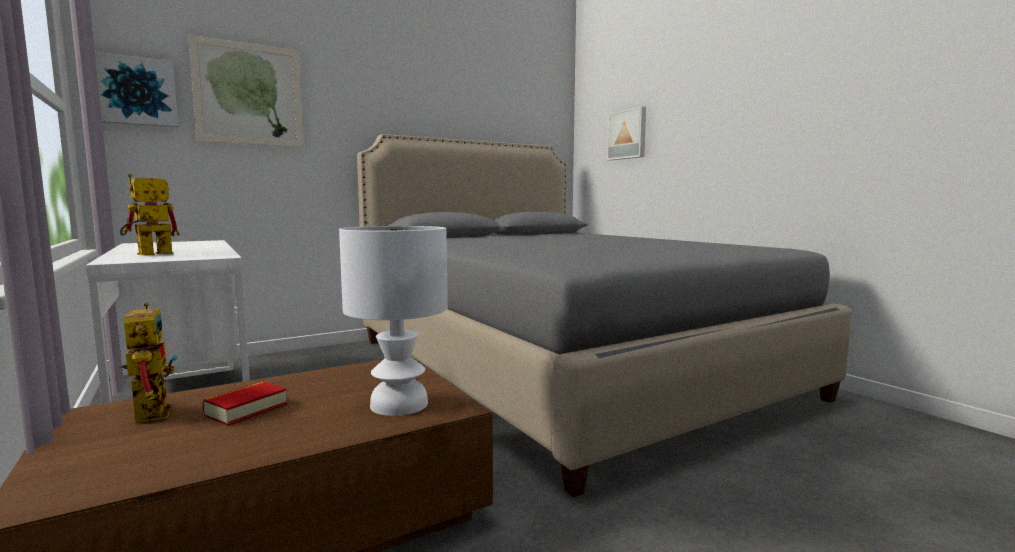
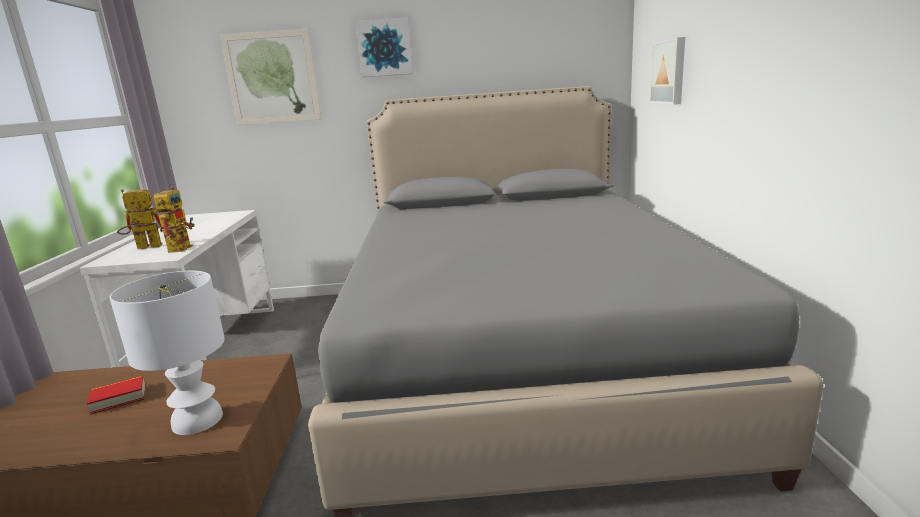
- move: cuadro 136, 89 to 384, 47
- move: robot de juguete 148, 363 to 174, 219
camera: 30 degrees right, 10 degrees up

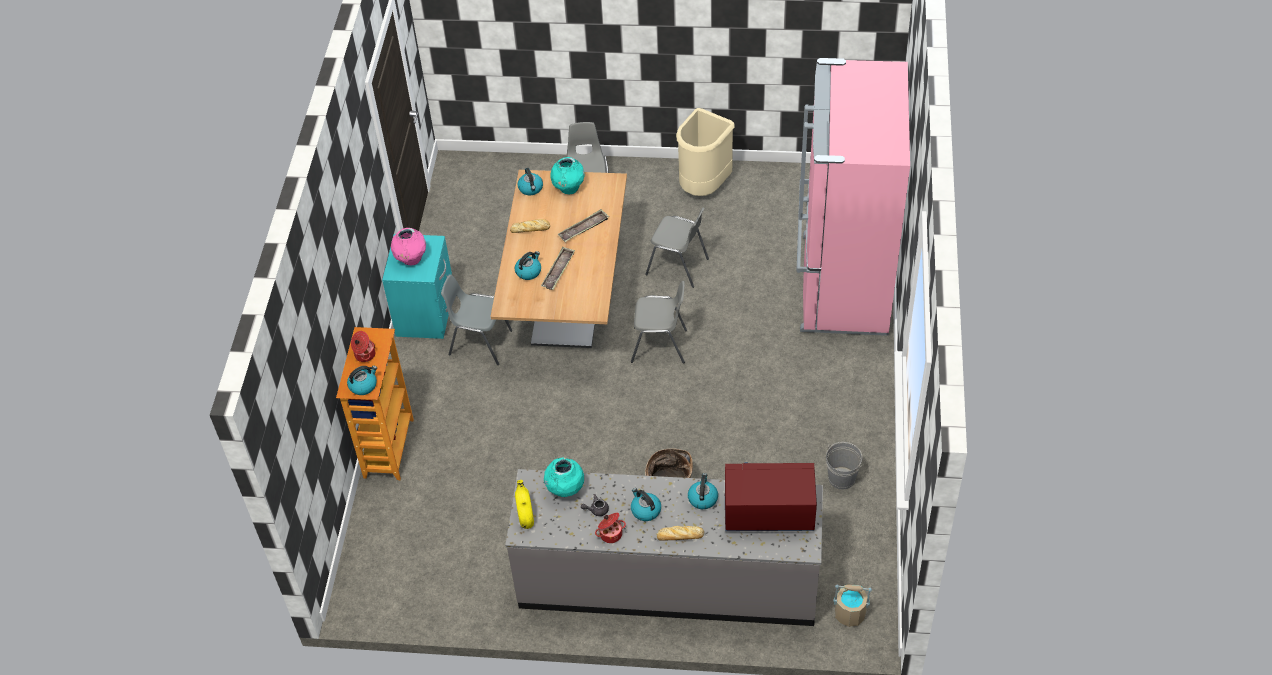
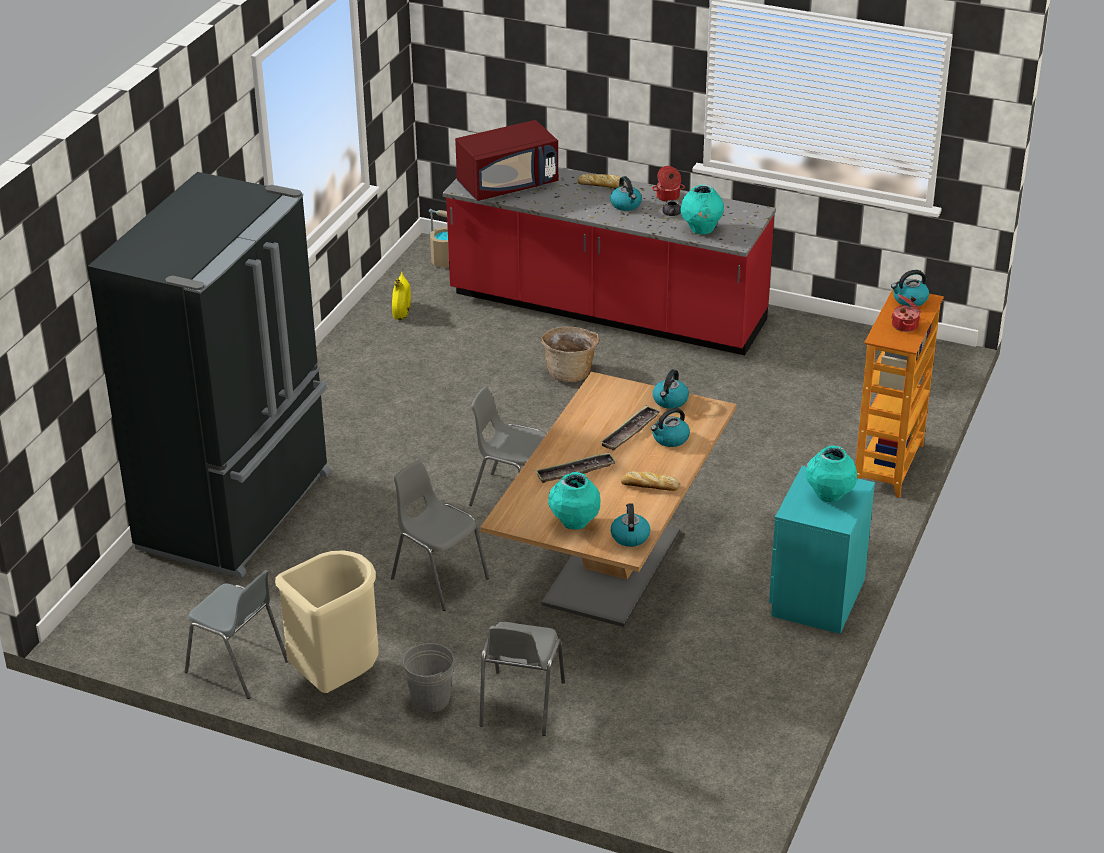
- move: silla [gris] 476, 319 to 237, 634
- move: florero [amarillo] 524, 504 to 401, 296
- move: hervidor 703, 491 to 671, 389
- move: cubo [gris] 844, 465 to 428, 677
- recolor: florero [rosa] 408, 246 to florero [turquesa] 831, 473
- recolor: mueble bajo de cocina [gris] 664, 547 to mueble bajo de cocina [rojo] 609, 261
- recolor: nevera [rosa] 853, 197 to nevera [negro] 209, 375
- rotate: microondas [rojo] 771, 496 = 506, 160 45 degrees counterclockwise
camera: 165 degrees left, 15 degrees down

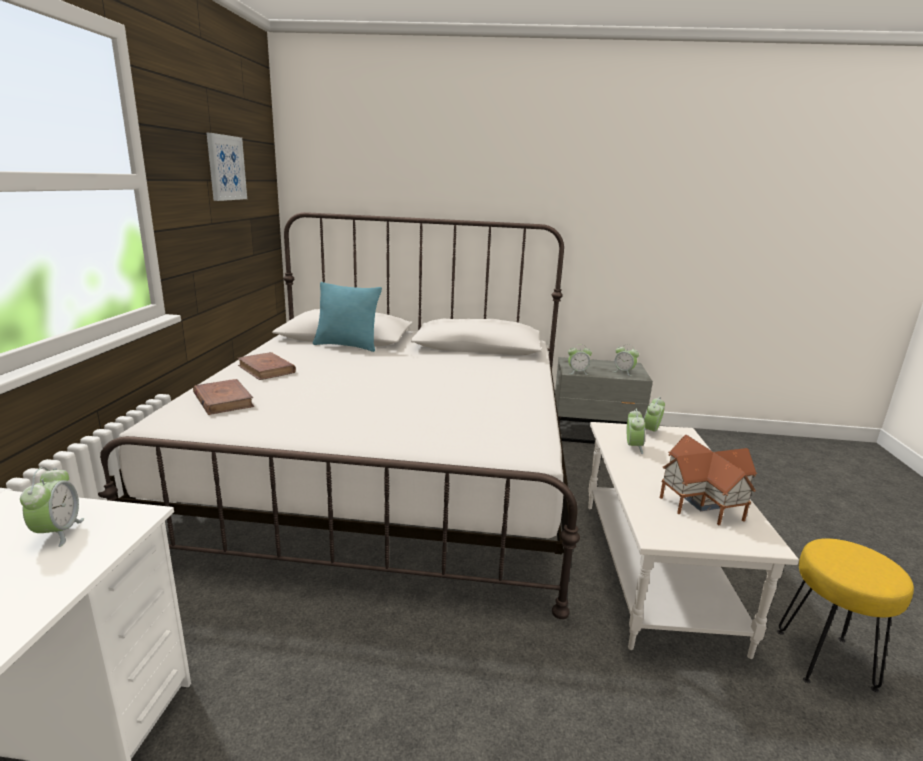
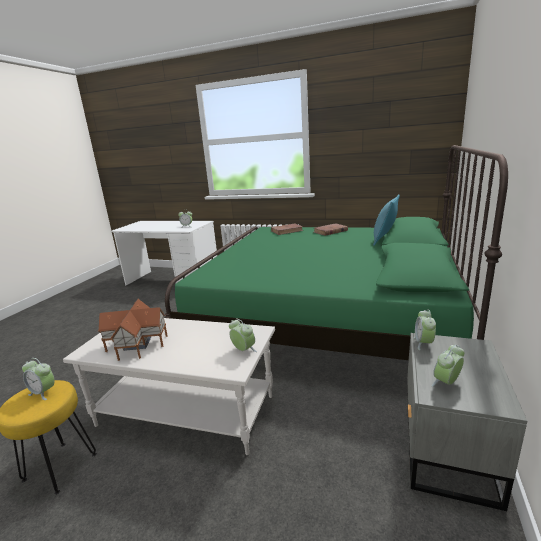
- delete: cuadro 227, 167
- move: despertador 636, 431 to 38, 379
- recolor: cama [blanco] 339, 415 to cama [verde] 336, 252
camera: 105 degrees right, 0 degrees up

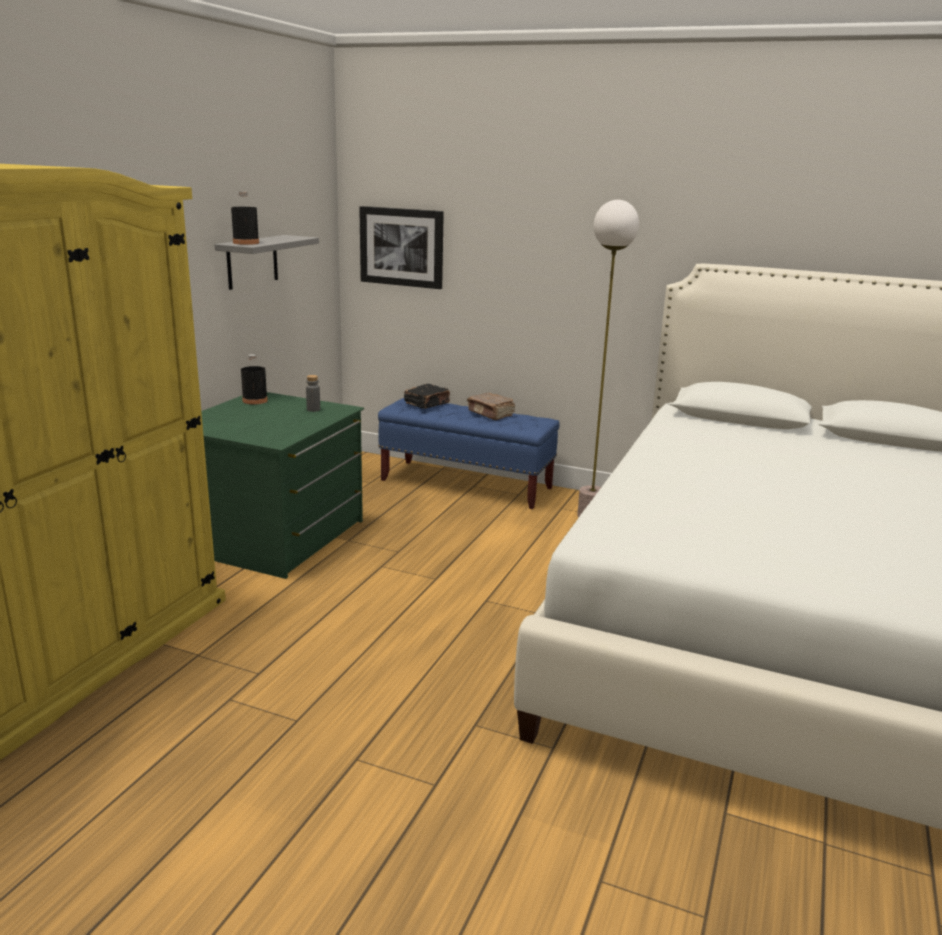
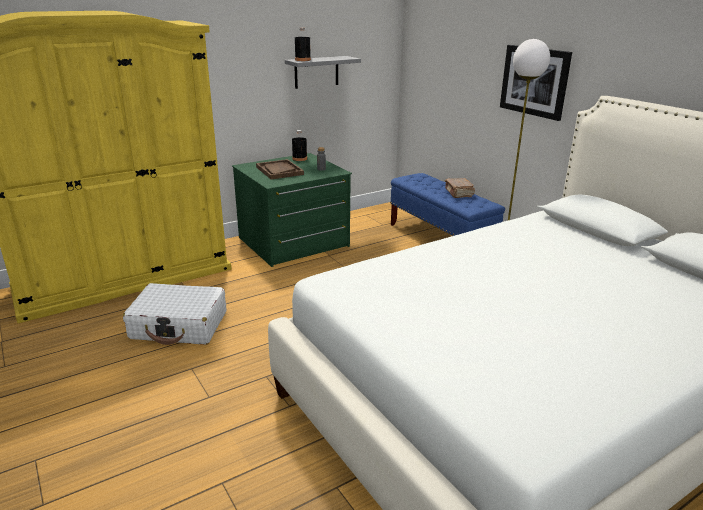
- delete: libro [negro] 427, 396
- insert: maleta [blanco] 174, 314
- insert: bandeja [marrón] 280, 169
- move: cuadro 401, 247 to 536, 83
camera: 35 degrees right, 5 degrees up

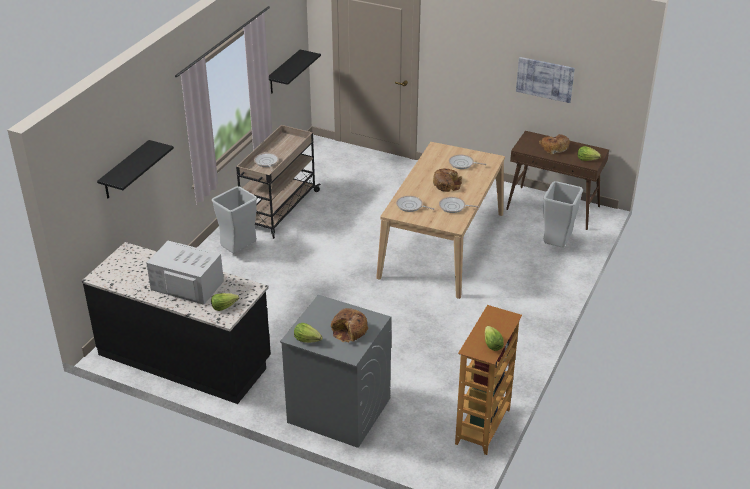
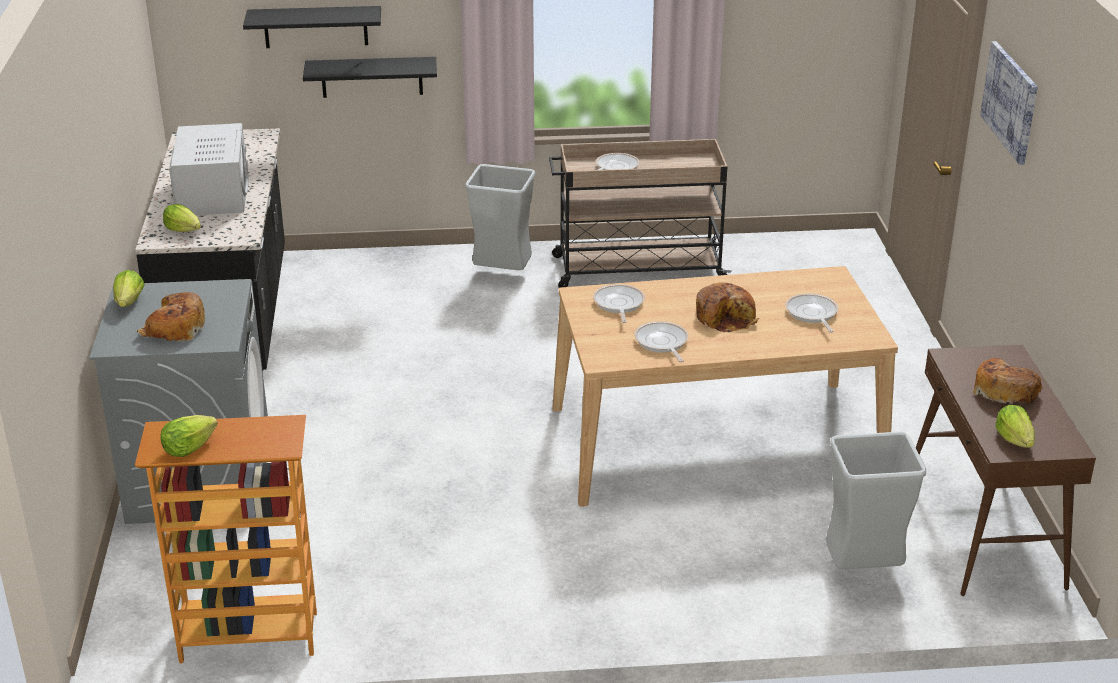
- move: estante [negro] 295, 72 to 370, 77
- move: cuadro 545, 80 to 1009, 103
camera: 60 degrees right, 5 degrees down

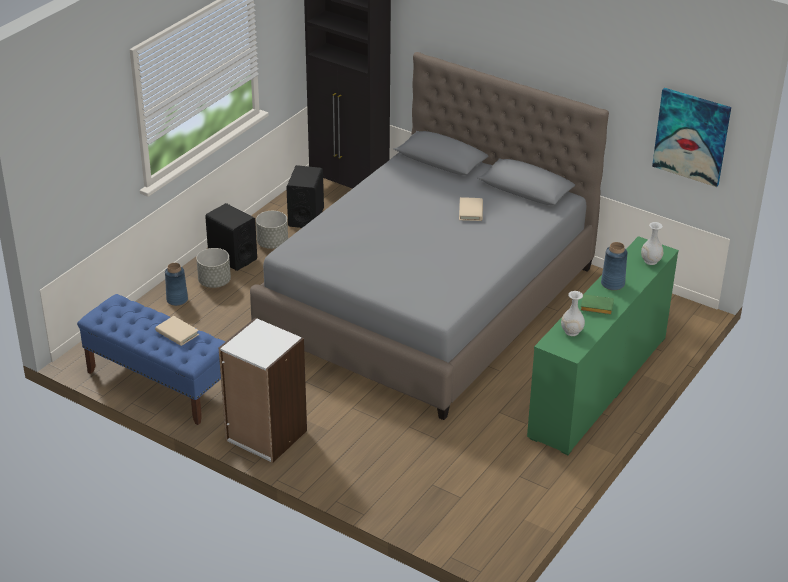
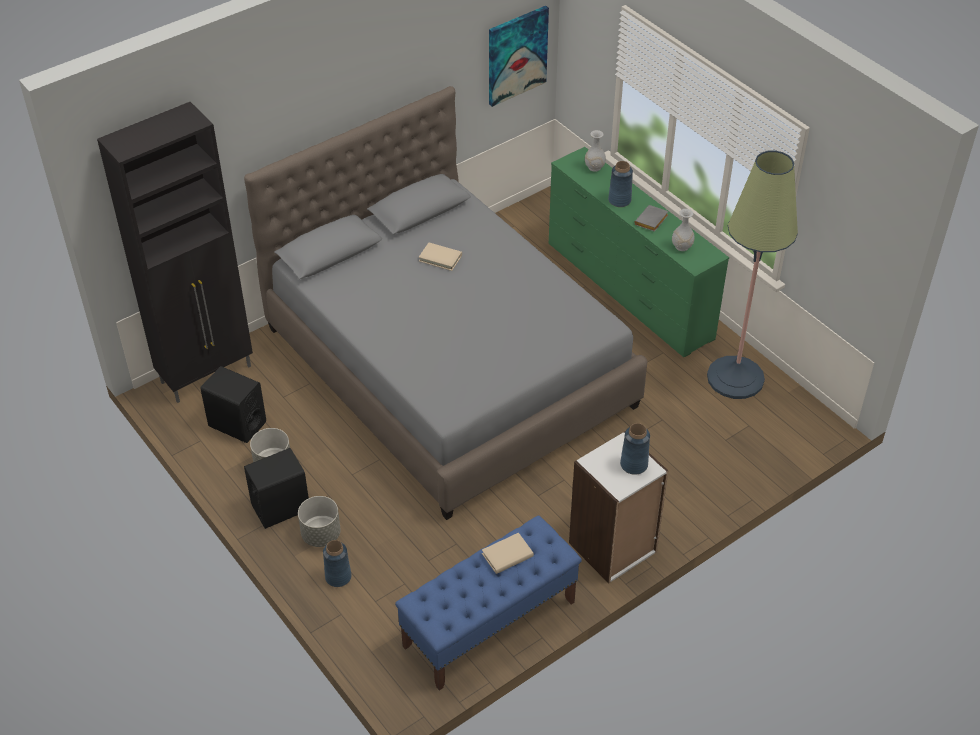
- insert: florero [azul] 635, 449
- insert: lámpara de pie 752, 275
- recolor: libro [verde] 597, 304 to libro [gris] 651, 218
camera: 70 degrees left, 10 degrees up

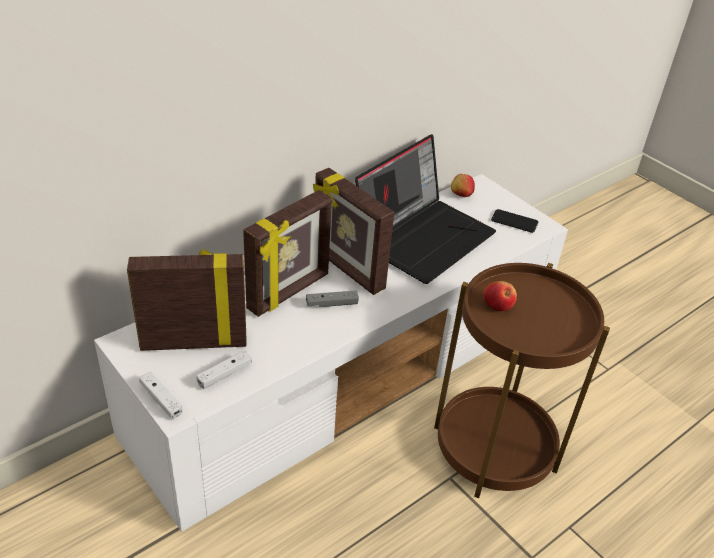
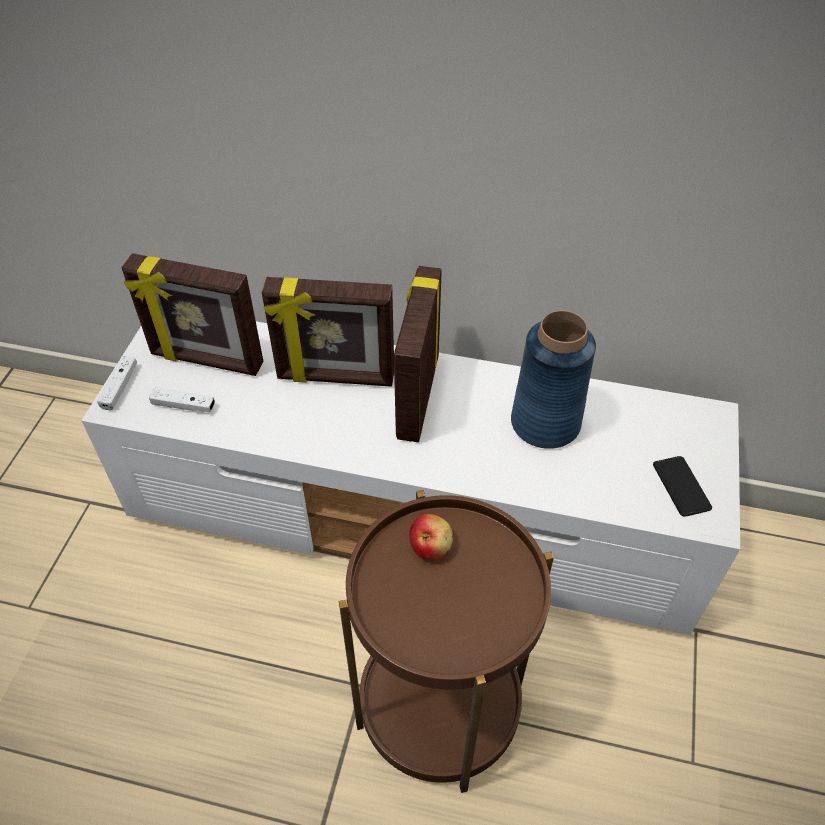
- delete: mando de consola [gris] 332, 298
- delete: manzana 463, 185
- replace: portátil 425, 209 to florero [azul] 553, 379
- rotate: portarretratos 187, 300 = 192, 314 150 degrees clockwise
camera: 55 degrees right, 10 degrees up

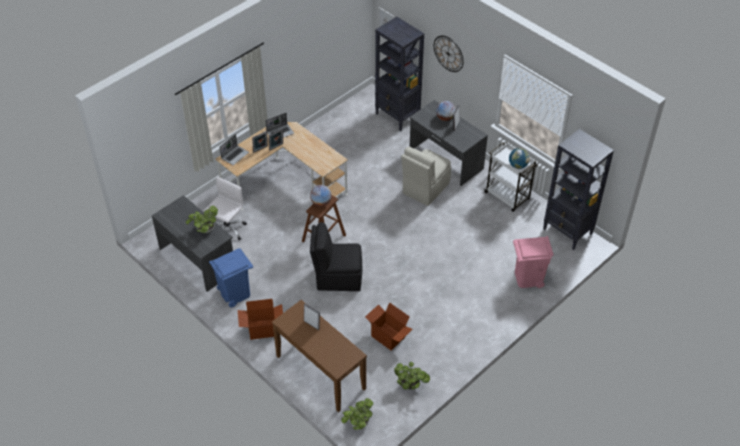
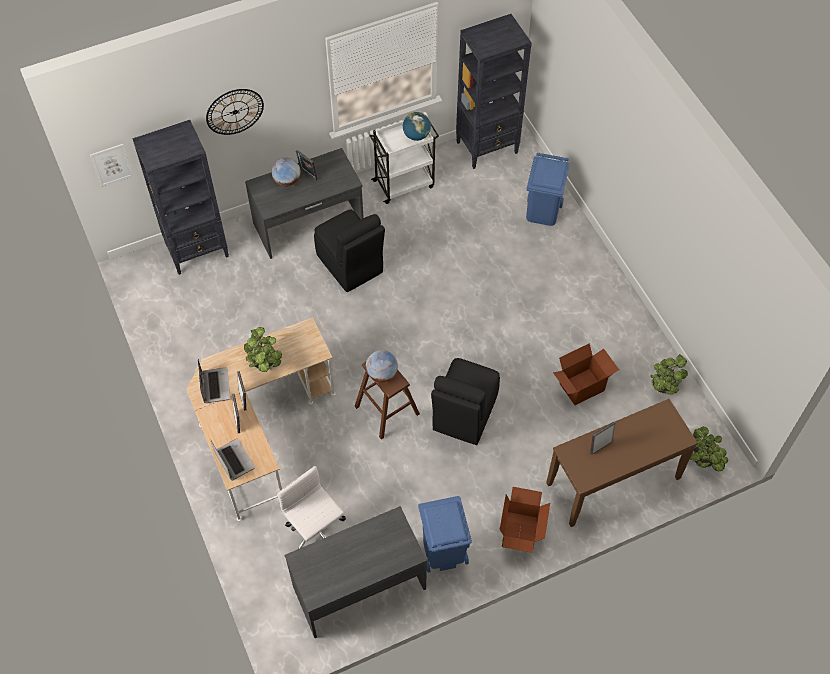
- move: planta en maceta 202, 219 to 263, 349
- recolor: silla [beis] 426, 176 to silla [negro] 349, 251
- recolor: papelera [rosa] 533, 262 to papelera [azul] 548, 189
camera: 70 degrees left, 10 degrees up

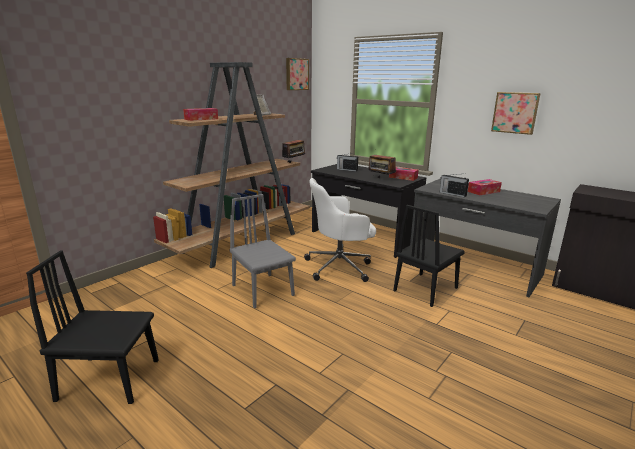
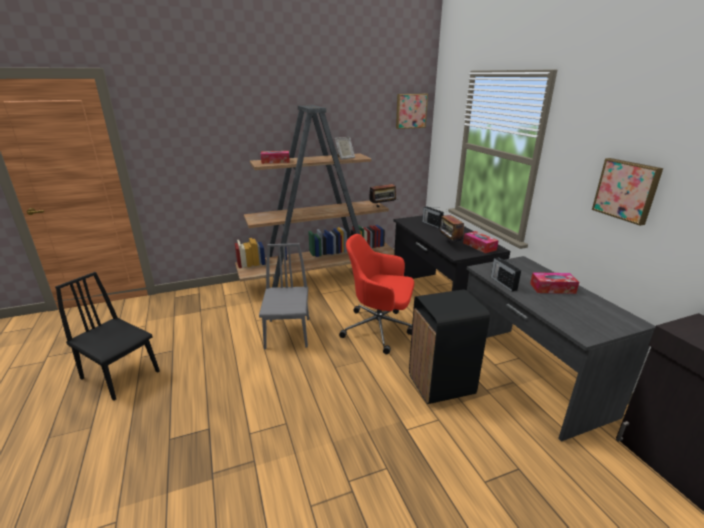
- replace: silla [negro] 429, 256 to papelera [negro] 449, 346
- recolor: silla de oficina [blanco] 340, 230 to silla de oficina [rojo] 376, 294
camera: 30 degrees right, 5 degrees up

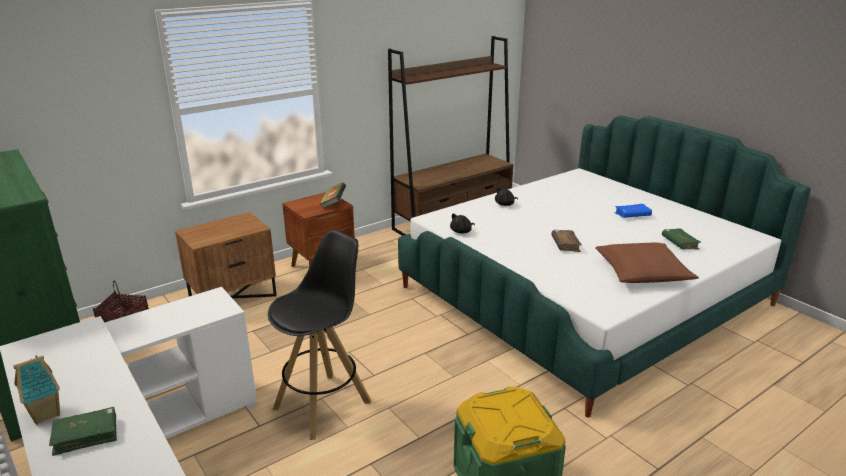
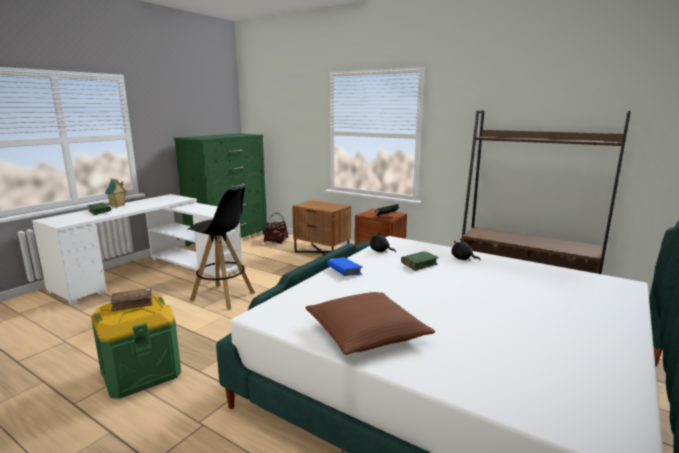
- move: libro [marrón] 566, 241 to 131, 299
- move: libro [azul] 633, 211 to 344, 266
- move: libro [verde] 681, 239 to 420, 261
camera: 70 degrees right, 10 degrees down

